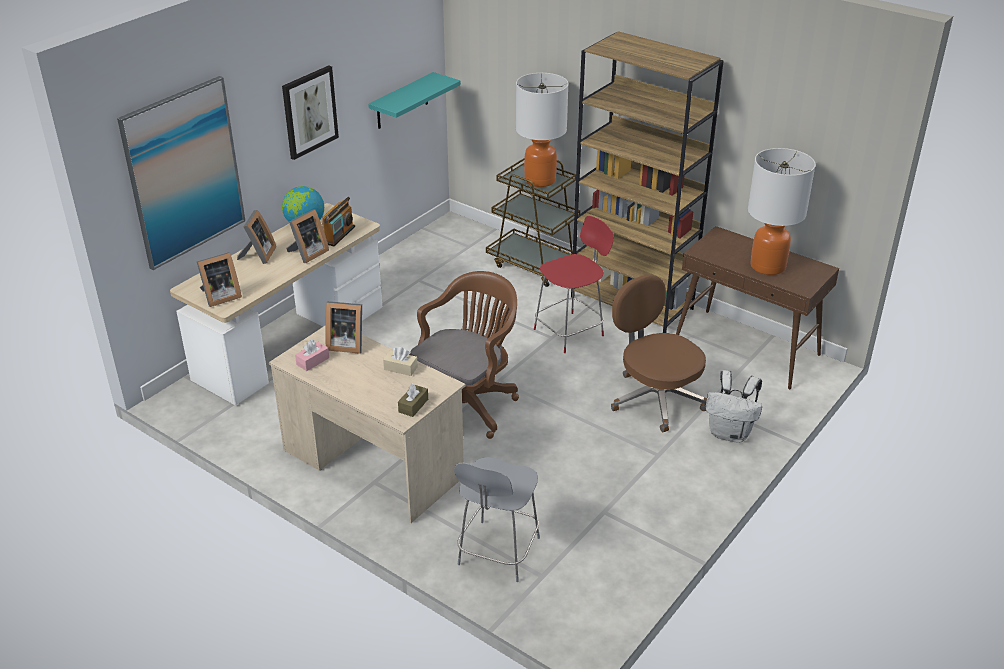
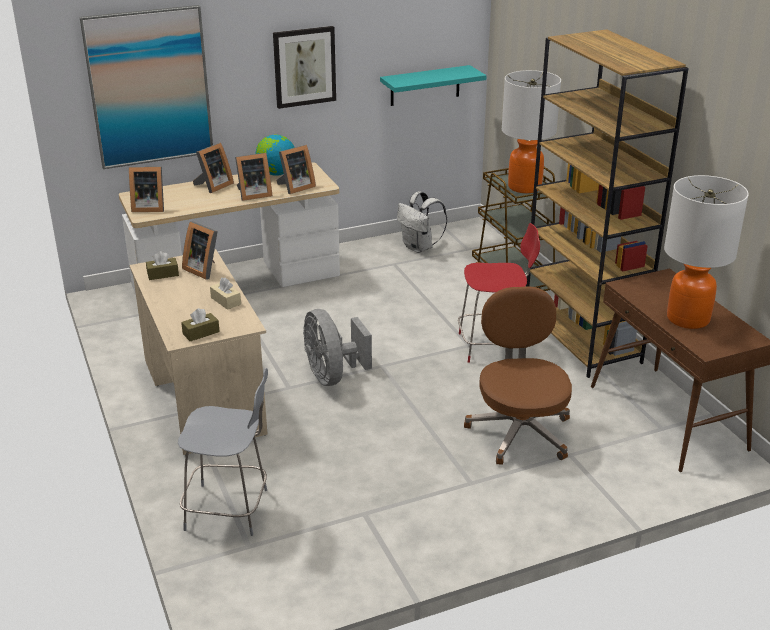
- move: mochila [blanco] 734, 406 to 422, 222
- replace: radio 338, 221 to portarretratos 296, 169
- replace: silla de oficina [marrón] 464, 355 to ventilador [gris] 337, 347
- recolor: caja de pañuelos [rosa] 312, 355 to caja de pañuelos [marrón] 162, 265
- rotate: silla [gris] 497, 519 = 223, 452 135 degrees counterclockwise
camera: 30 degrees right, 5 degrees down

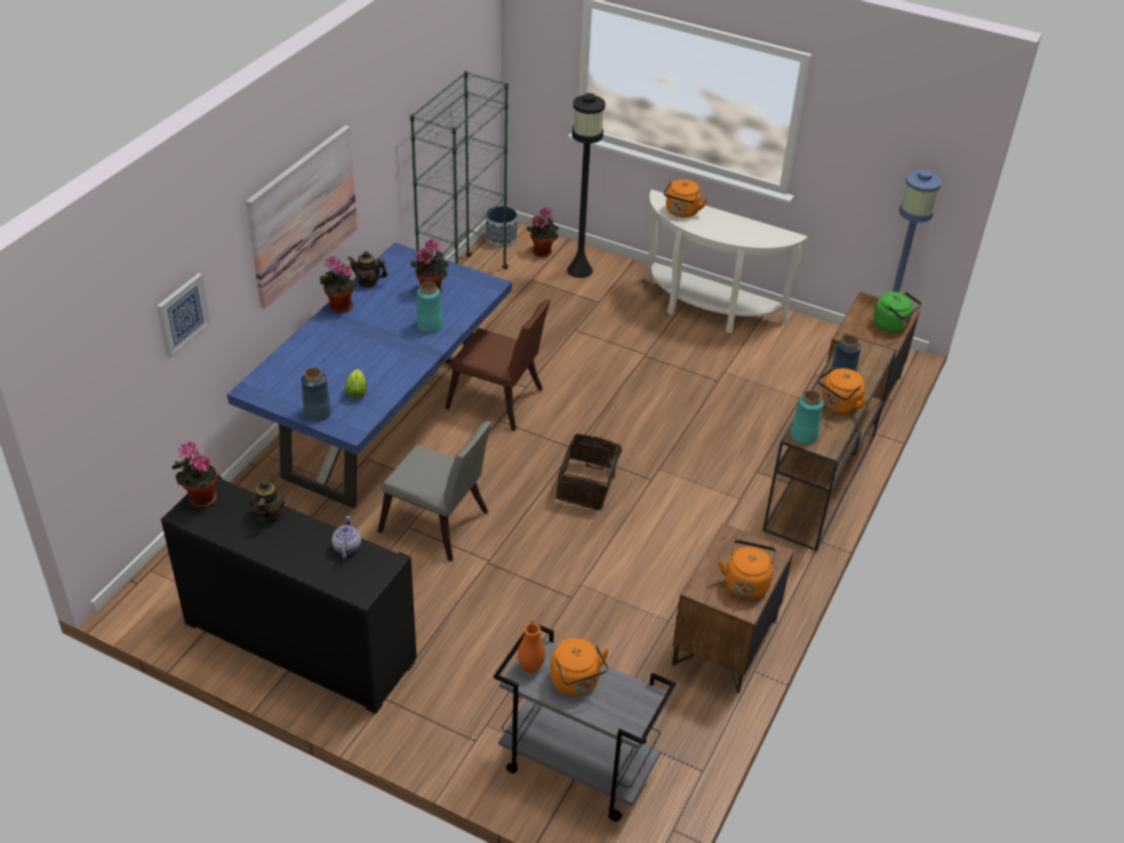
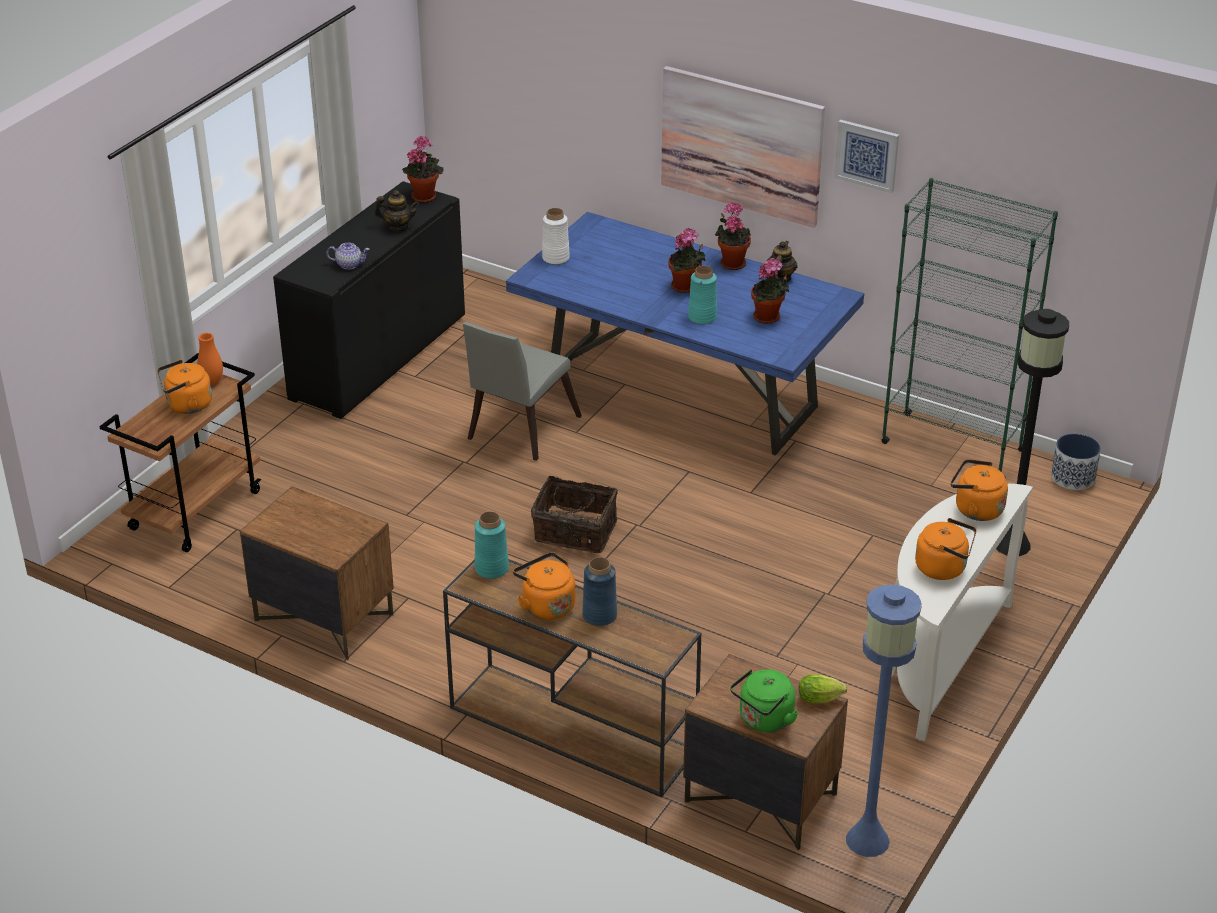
- delete: silla [marrón] 497, 365
- move: cuadro 184, 315 to 866, 156
- move: lechuga 356, 384 to 823, 688
- move: planta en maceta 542, 232 to 686, 260
- move: hervidor [naranja] 747, 569 to 946, 549
- recolor: florero [azul] 316, 394 to florero [blanco] 556, 236
- recolor: carrito [gris] 585, 721 to carrito [marrón] 180, 452
camera: 95 degrees right, 5 degrees down

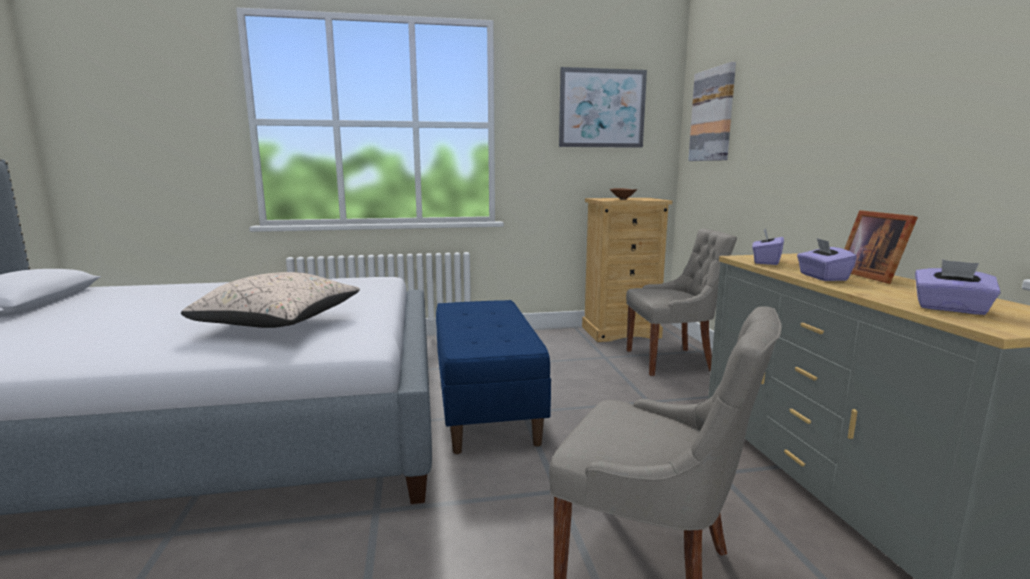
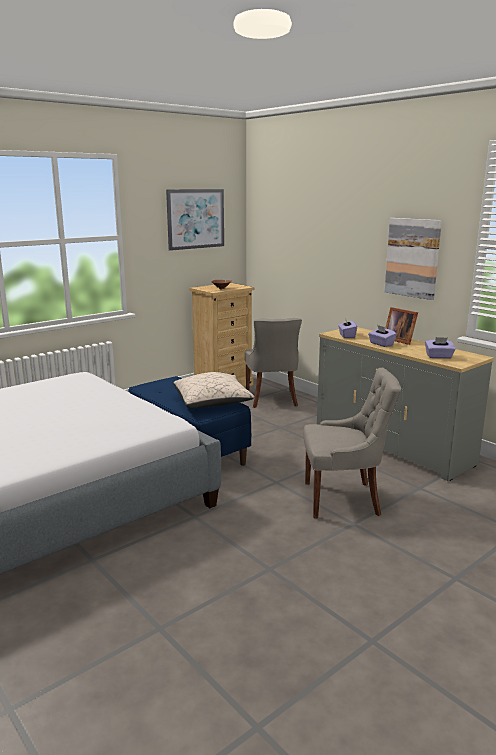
- move: cojín [beis] 270, 300 to 214, 390
- move: cuadro 712, 111 to 413, 259
- rotate: silla [gris] 681, 302 = 273, 363 120 degrees clockwise
camera: 30 degrees left, 5 degrees up

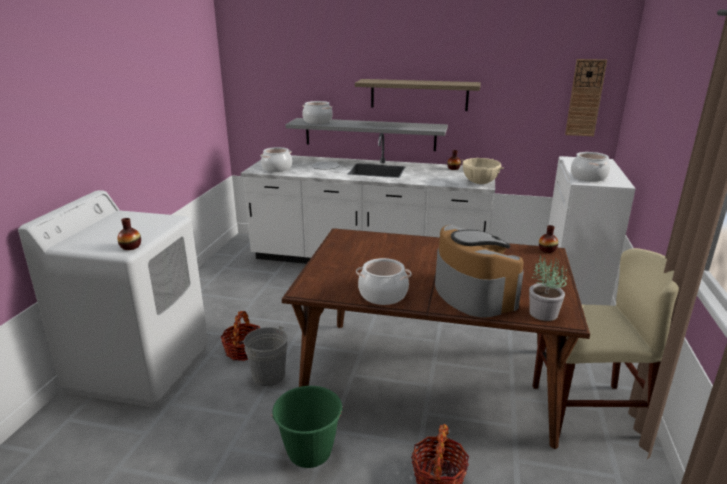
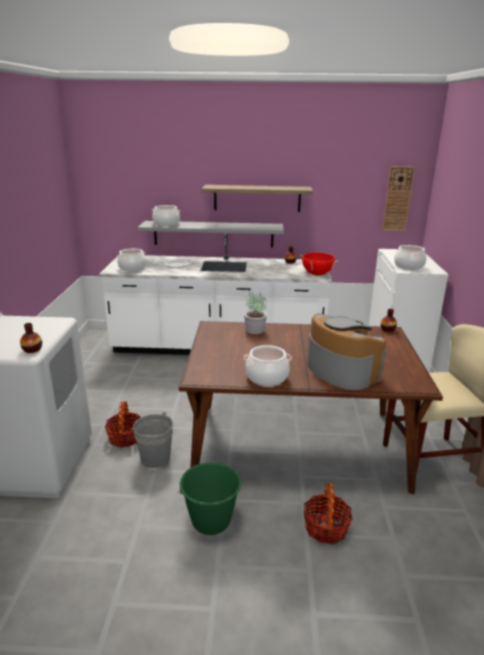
- move: planta en maceta 548, 288 to 255, 312
- recolor: olla [beis] 482, 171 to olla [rojo] 319, 264
camera: 10 degrees left, 0 degrees up

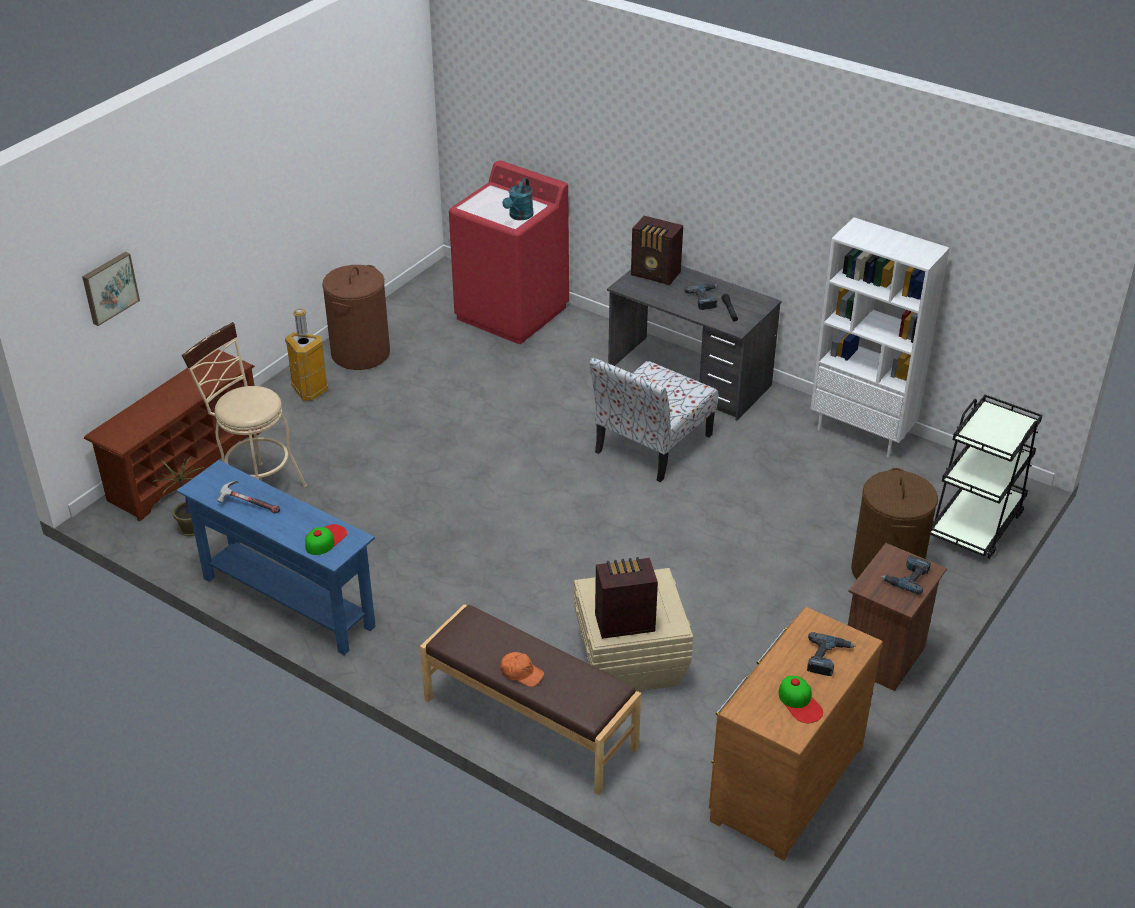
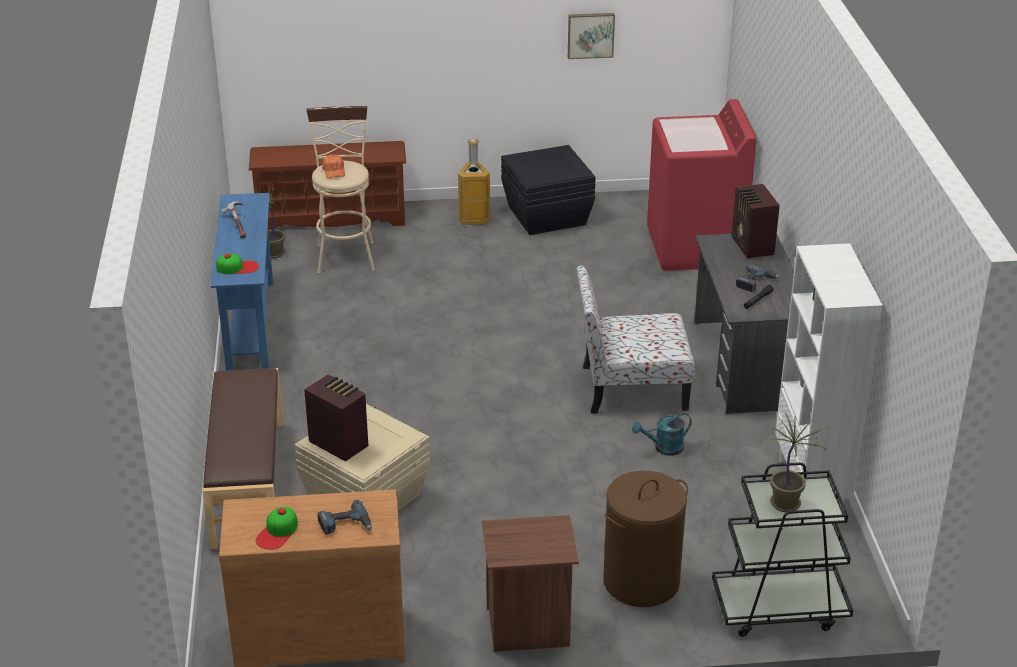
- delete: taladro 906, 575
- insert: planta en maceta 797, 462
- move: cuadro 111, 289 to 591, 36
- move: gorra [naranja] 522, 669 to 333, 166
- move: regadera [turquesa] 517, 199 to 662, 434
- replace: cesto de la ropa [marrón] 356, 317 to caja de almacenaje [negro] 548, 190
camera: 50 degrees right, 5 degrees down

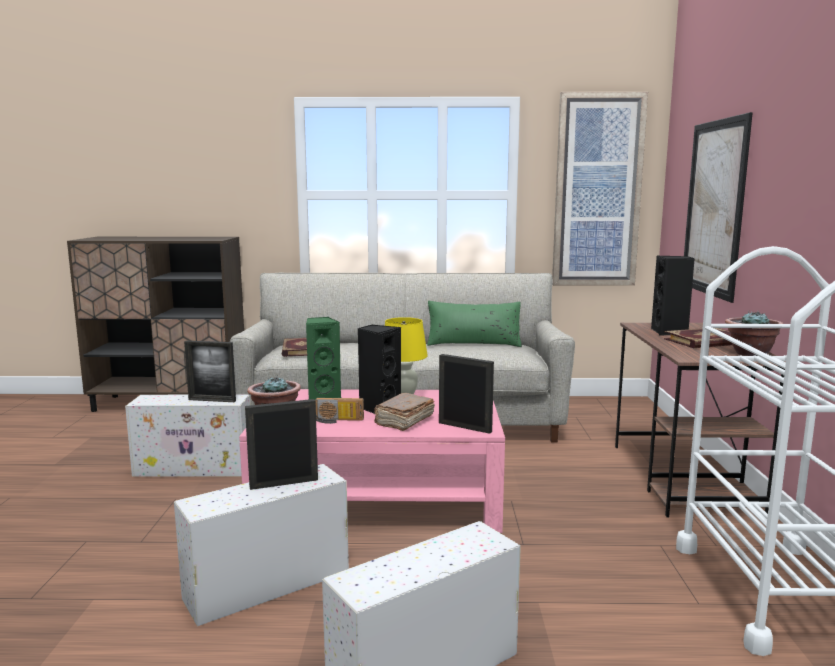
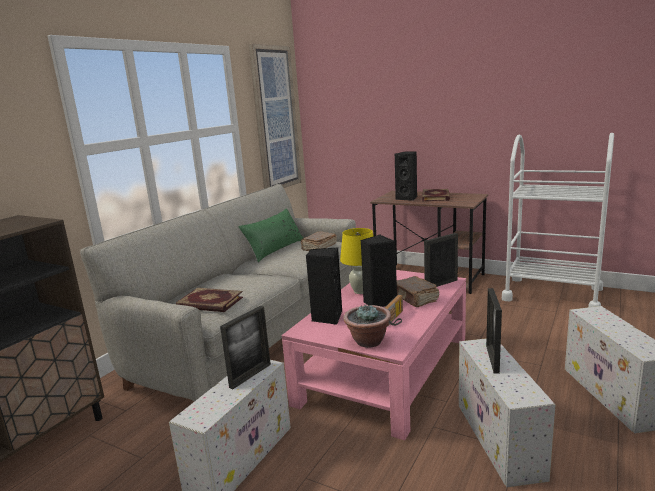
- delete: cuadro 718, 207
- delete: planta en maceta 754, 333
- insert: libro [marrón] 319, 241
- recolor: altavoz [verde] 323, 358 to altavoz [negro] 324, 286
camera: 60 degrees left, 5 degrees up

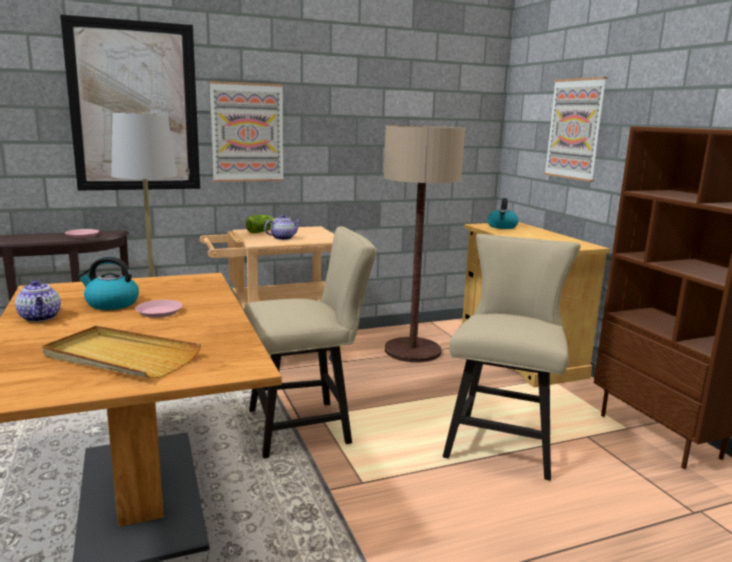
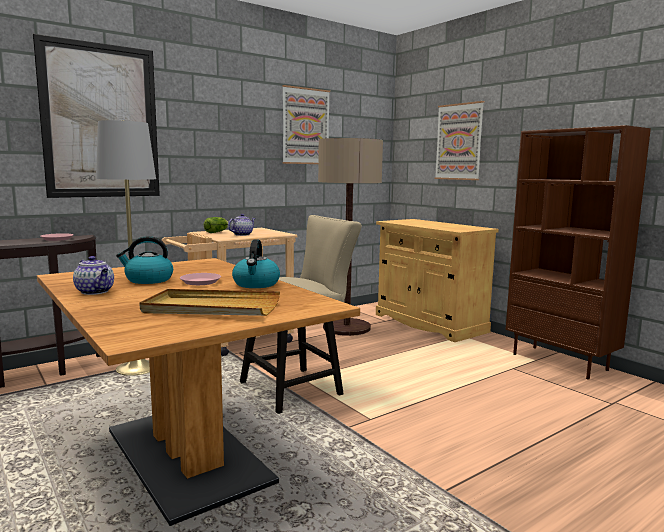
- delete: silla [beis] 512, 357
- move: cuadro 246, 131 to 306, 124
- move: hervidor 503, 213 to 256, 263
camera: 15 degrees left, 5 degrees down

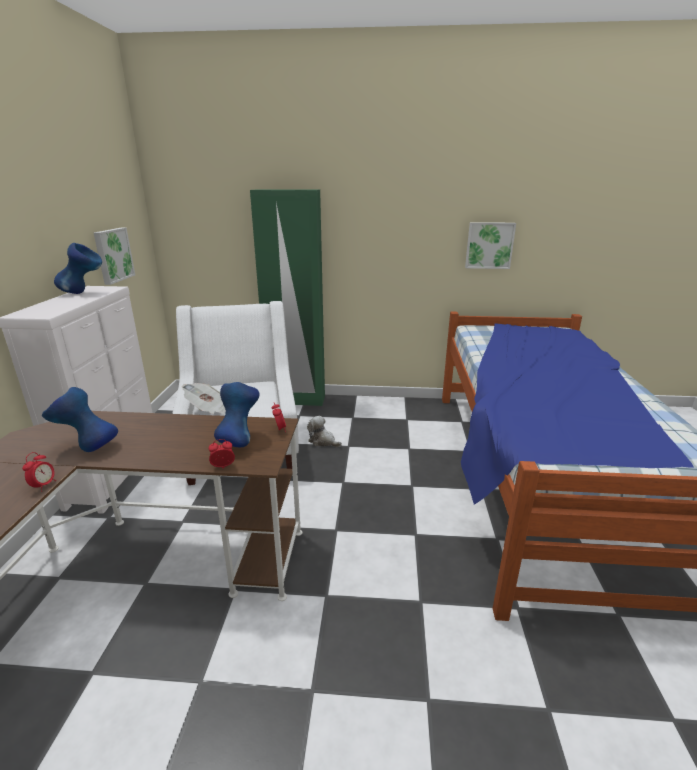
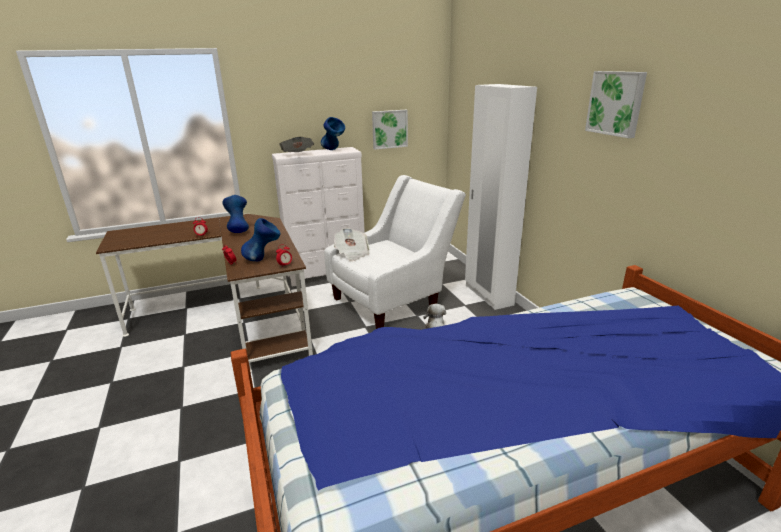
- insert: periódico 296, 144
- move: cuadro 490, 245 to 616, 104
- recolor: armario ropero [verde] 287, 297 to armario ropero [blanco] 501, 197
camera: 65 degrees right, 0 degrees up

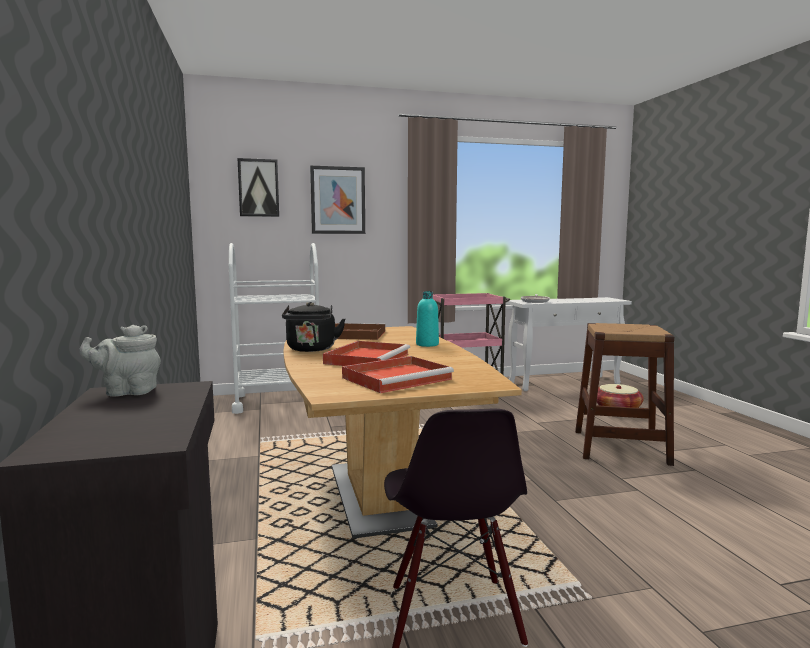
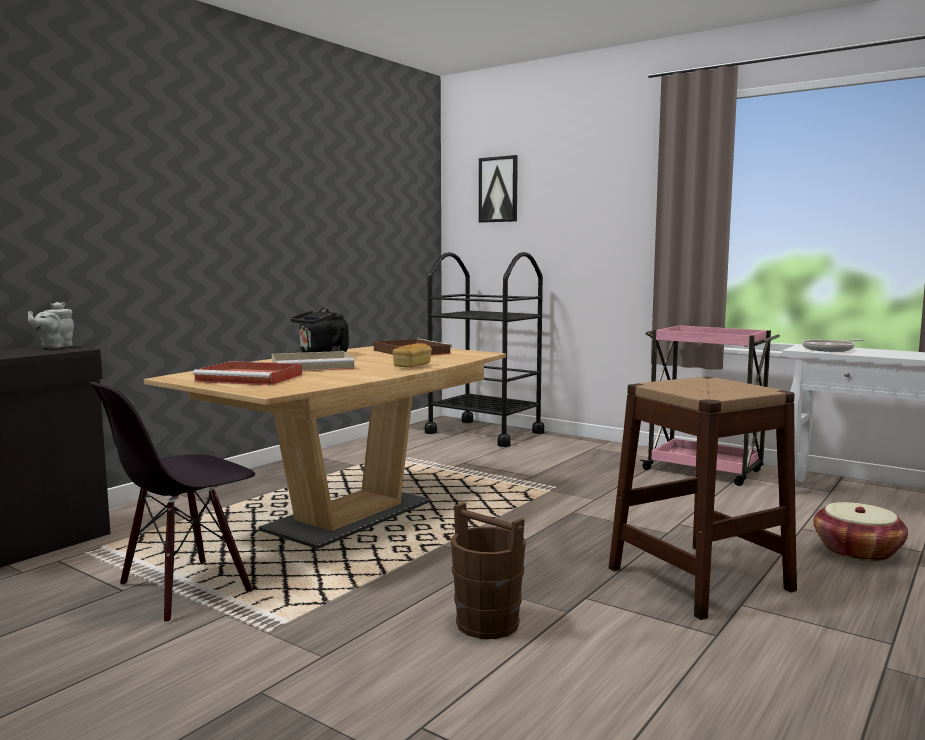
- delete: cuadro 337, 200
- insert: cubo [marrón] 488, 570
- replace: botella [turquesa] 427, 319 to pan 412, 355
- recolor: carrito [blanco] 274, 328 to carrito [negro] 484, 349
- recolor: bandeja [rojo] 366, 353 to bandeja [beis] 313, 361
- rotate: tetera [gris] 120, 361 = 51, 325 105 degrees counterclockwise
camera: 50 degrees right, 0 degrees up

